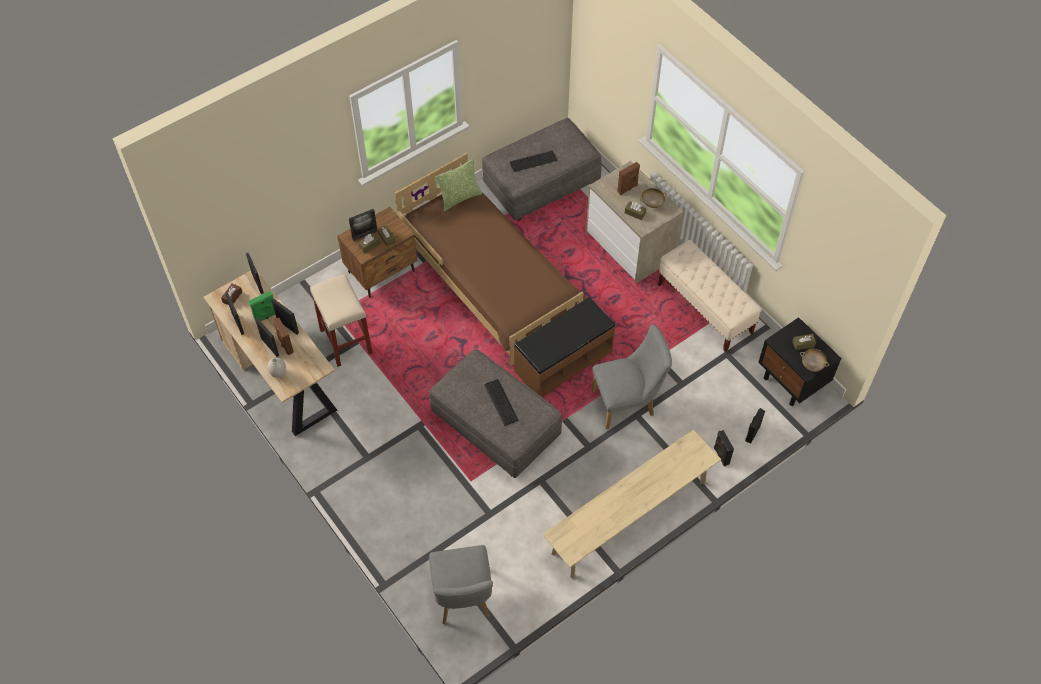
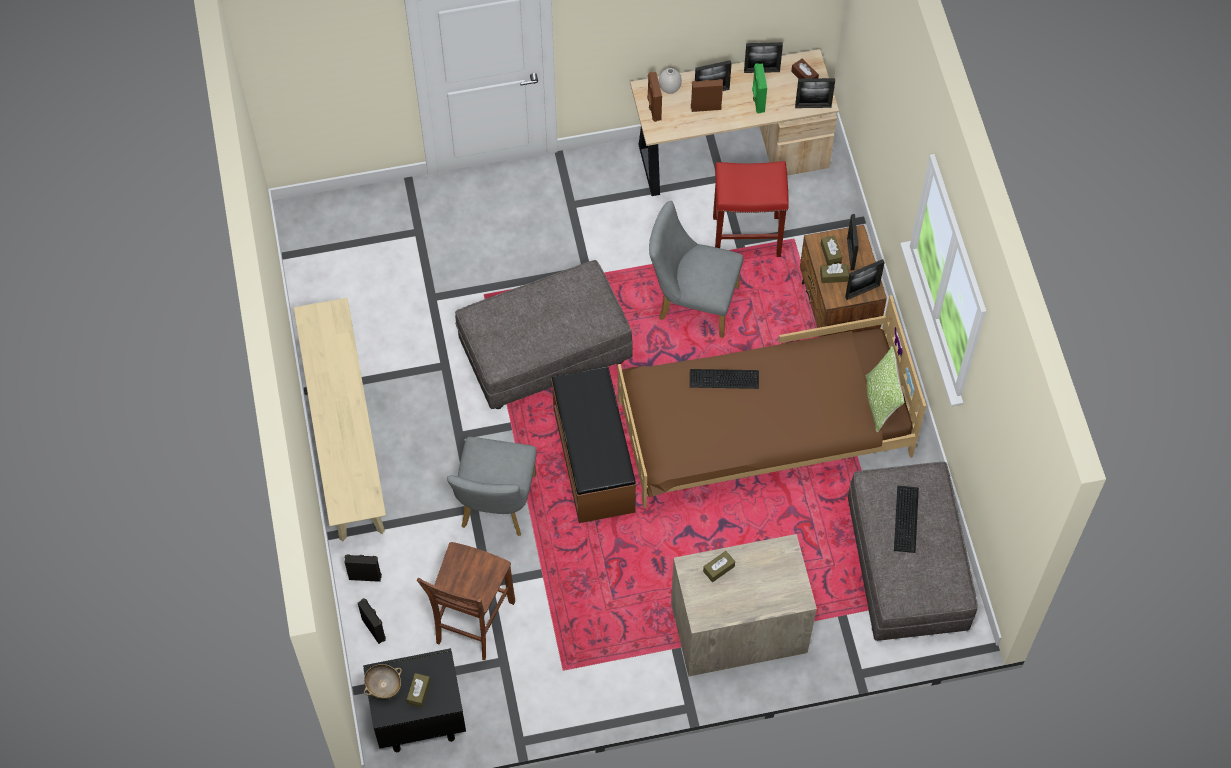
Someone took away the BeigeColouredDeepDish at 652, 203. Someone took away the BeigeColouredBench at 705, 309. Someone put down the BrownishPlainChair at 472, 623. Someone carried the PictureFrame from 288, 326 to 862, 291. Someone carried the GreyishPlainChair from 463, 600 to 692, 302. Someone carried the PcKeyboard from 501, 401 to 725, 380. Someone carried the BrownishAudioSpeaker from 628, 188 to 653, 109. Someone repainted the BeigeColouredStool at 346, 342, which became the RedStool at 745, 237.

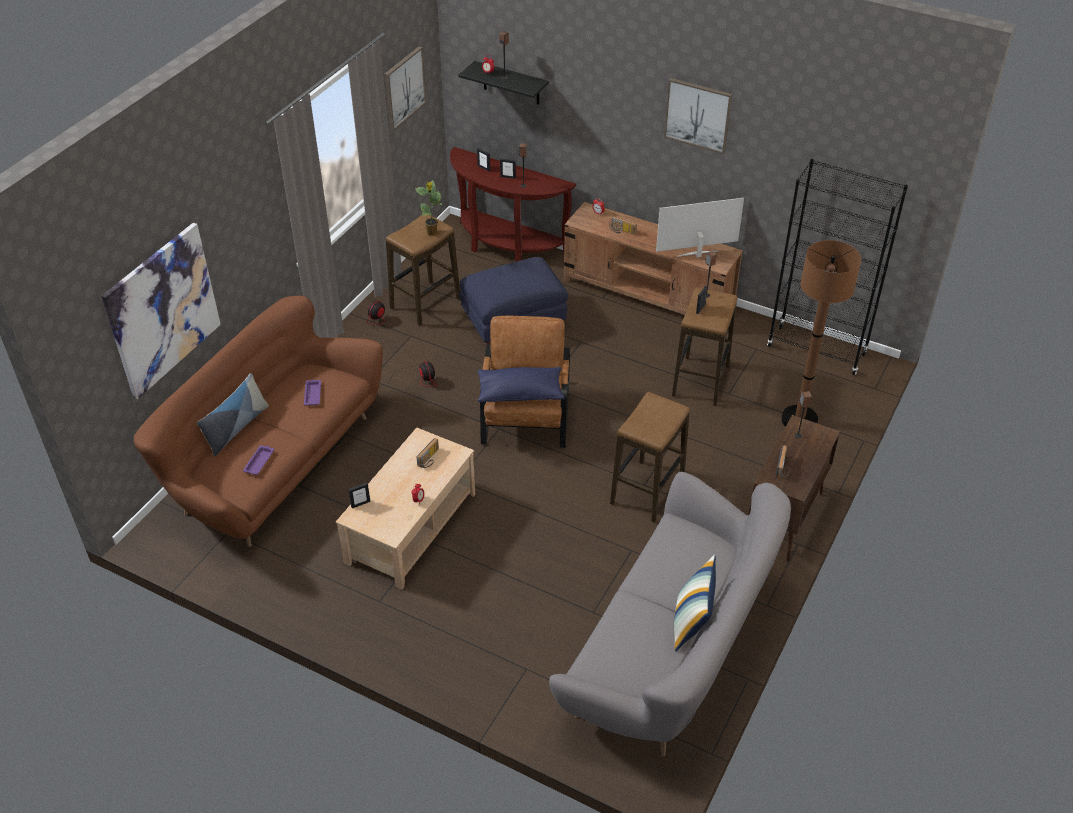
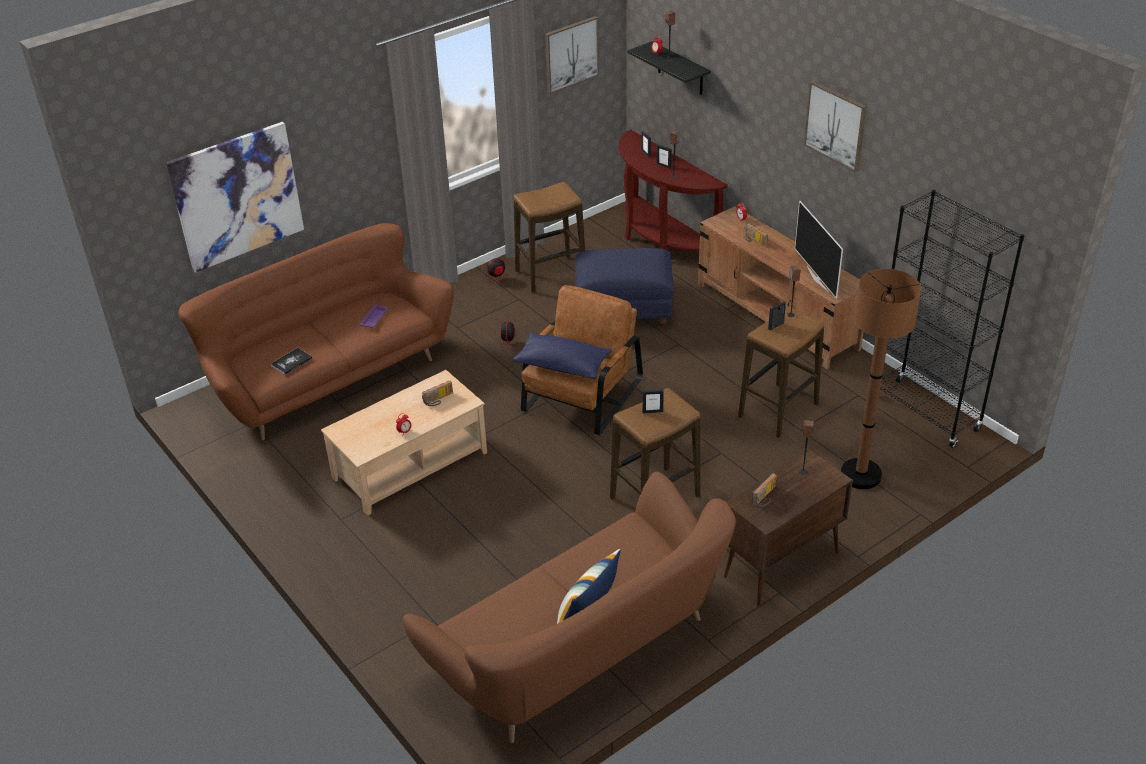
Someone took away the ThrowPillow at 236, 428. Someone took away the PlantInAPot at 432, 233. Someone carried the PictureFrame from 360, 504 to 652, 411. Someone swapped the PurplishServingTray at 259, 461 for the Volume at 291, 362. Someone repainted the GreyishSettee at 672, 651, which became the BrownishSettee at 582, 651. Someone rotated the Tv at 697, 254 by 120 degrees counterclockwise.

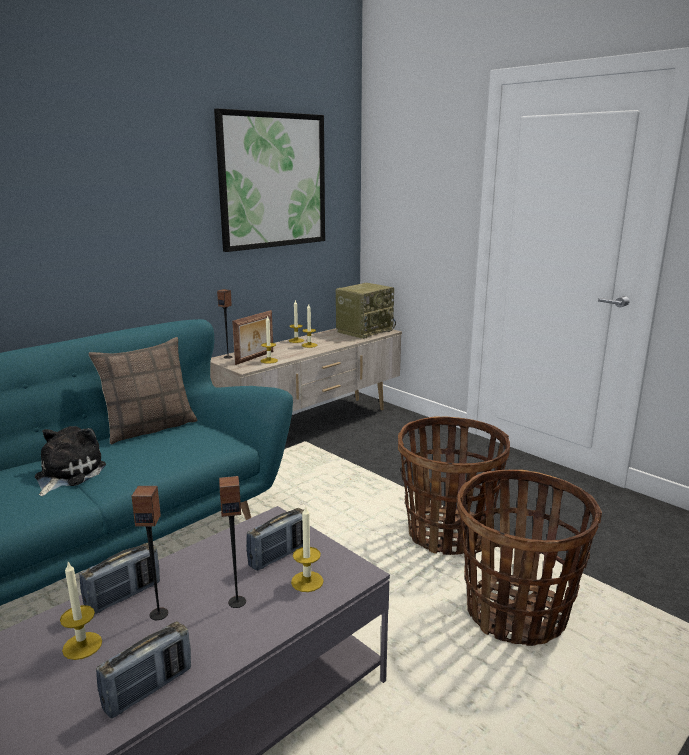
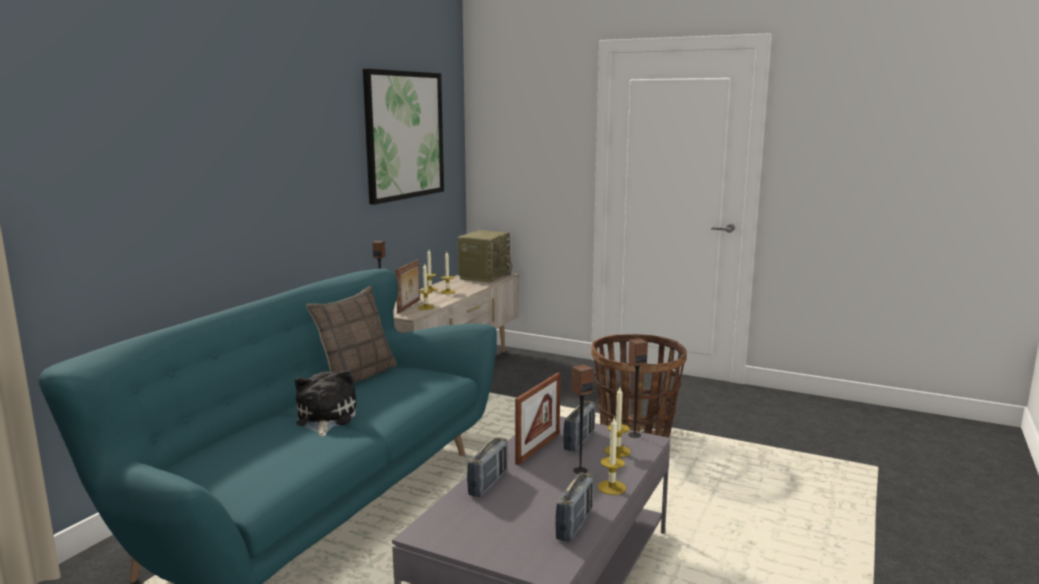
Someone took away the Basket at 516, 613. Someone put down the PictureFrame at 538, 448. Someone carried the WaxLight from 82, 646 to 611, 487. Someone carried the AudioSpeaker from 159, 613 to 634, 435.

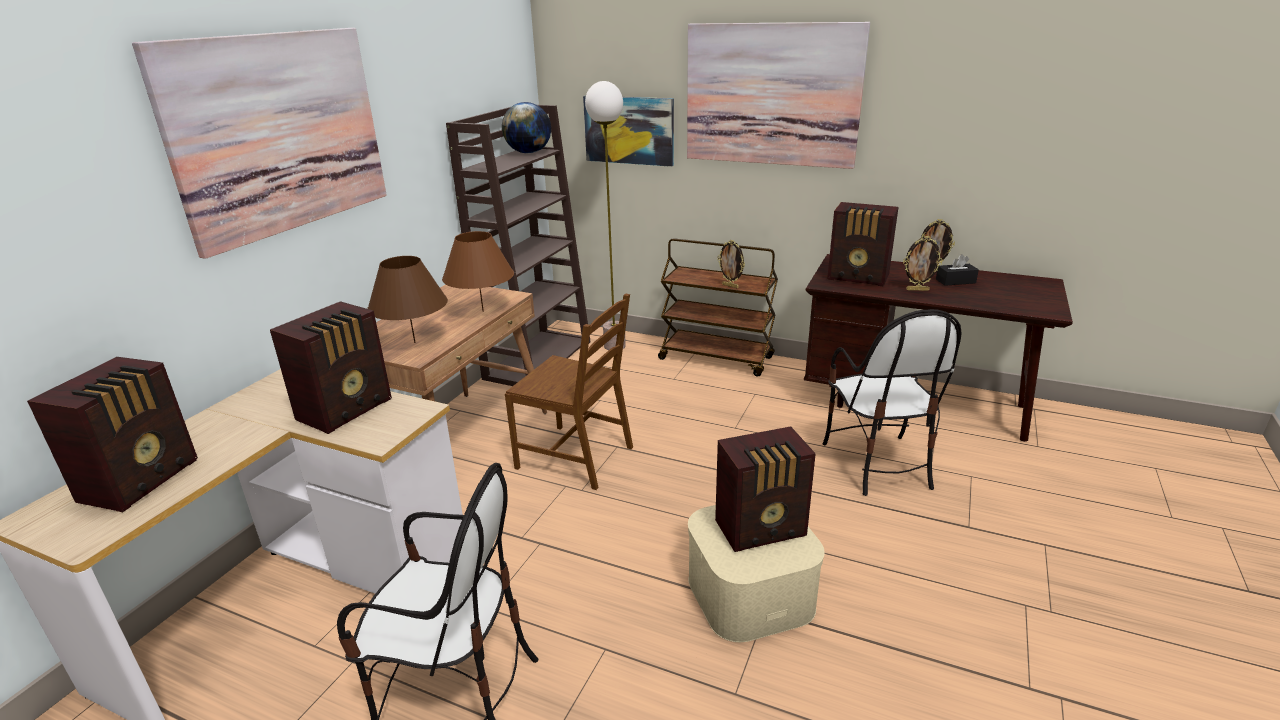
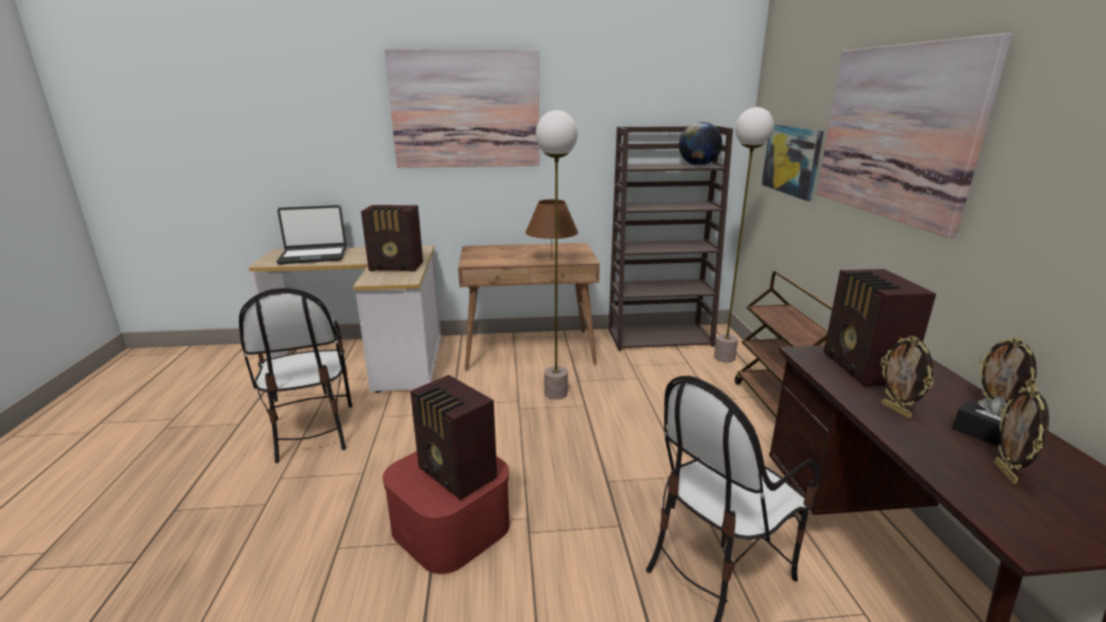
Someone took away the BrownishTabletopLamp at 415, 342. Someone carried the PictureFrame from 730, 286 to 1006, 473. Someone swapped the RadioSet at 143, 480 for the PortableComputer at 313, 256. Someone swapped the BrownishPlainChair at 576, 457 for the FloorLamp at 555, 393. Someone repainted the BeigeColouredStorageBin at 750, 592, which became the RedStorageBin at 451, 526.

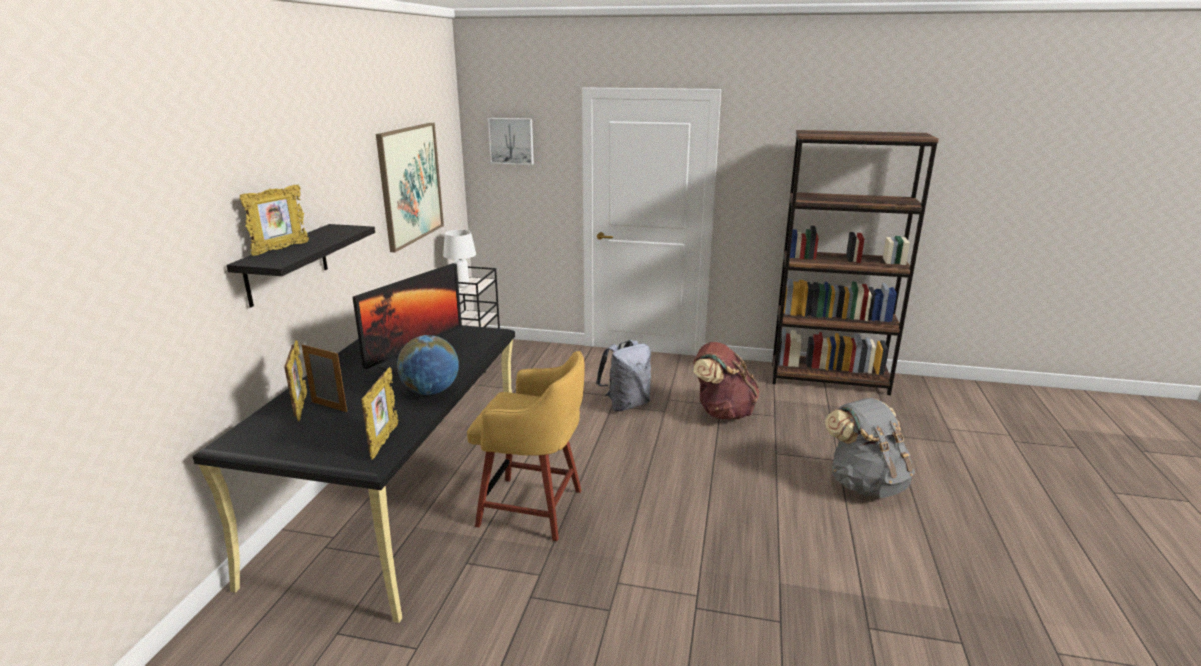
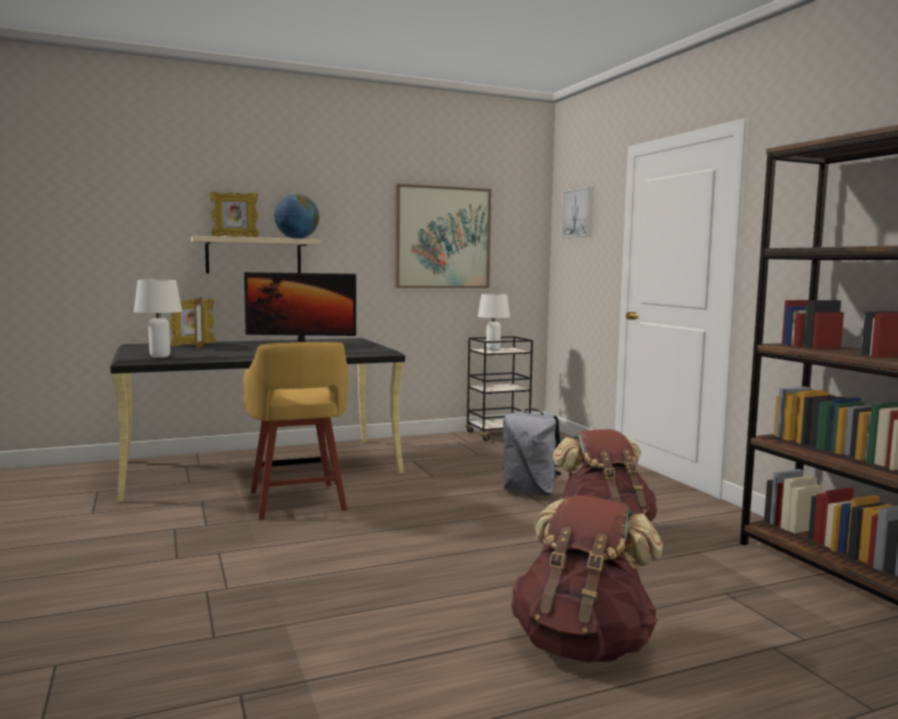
Someone carried the DeskGlobe from 431, 391 to 297, 238. Someone swapped the PictureFrame at 384, 441 for the WhitishTabletopLamp at 160, 356. Someone repainted the BlackWallShelf at 287, 264, which became the BeigeColouredWallShelf at 254, 256. Someone repainted the GreyishRucksack at 865, 483, which became the BrownishRucksack at 582, 644.

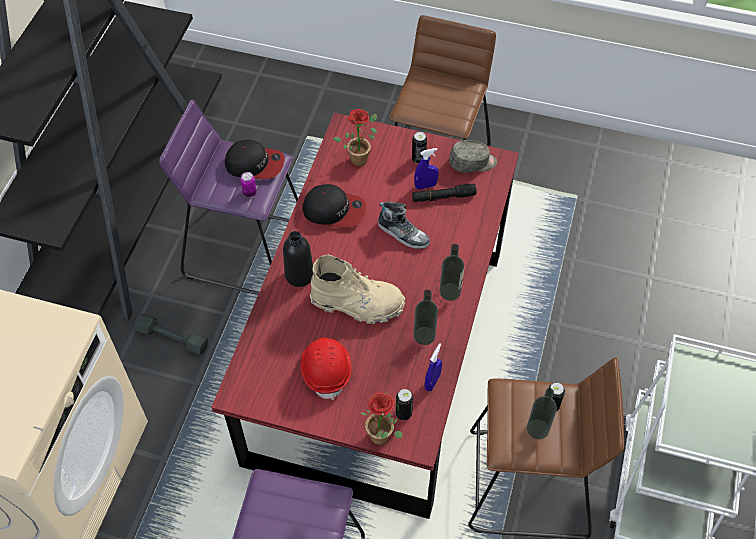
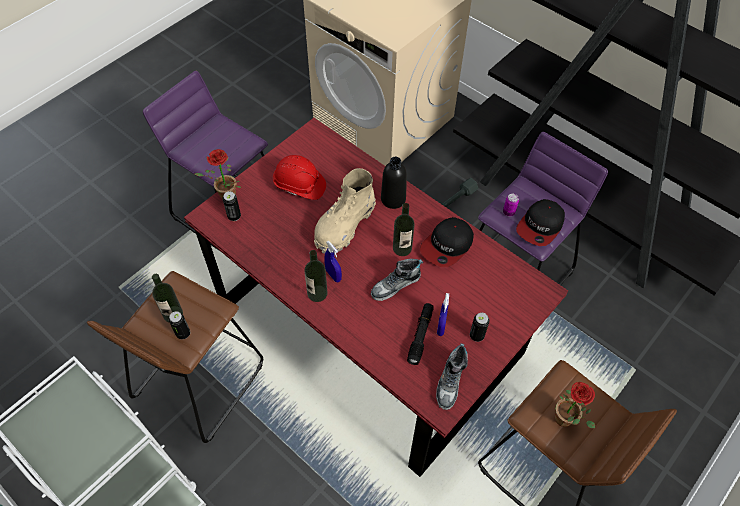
Someone carried the PlantInAPot from 360, 157 to 566, 421. Someone carried the DrinkBottle from 424, 335 to 402, 248. Someone carried the BluishSprayer from 432, 382 to 333, 275. Someone swapped the GreyishCap at 473, 163 for the Shoe at 450, 382.

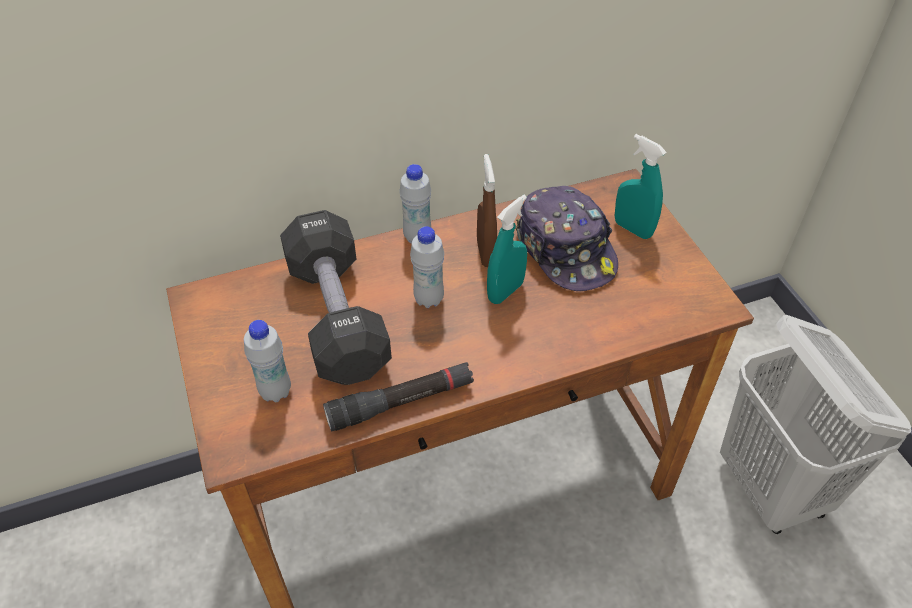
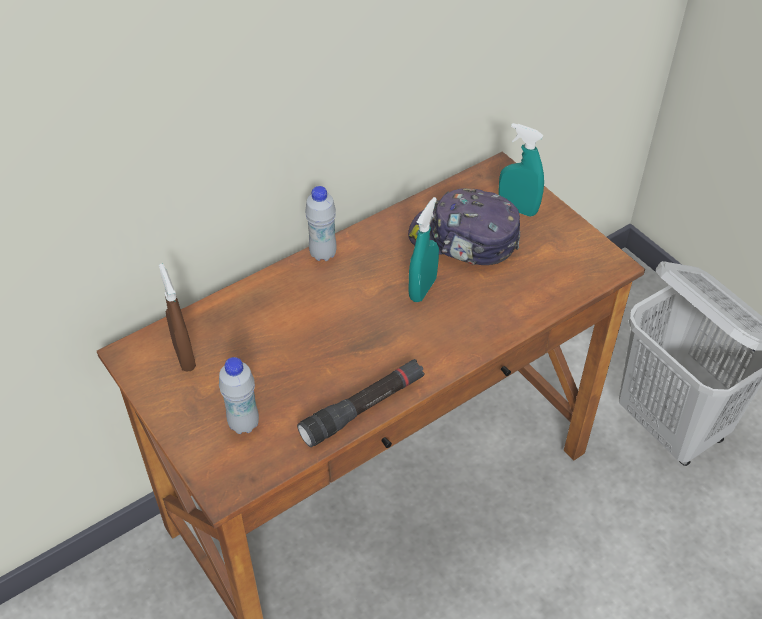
Someone took away the BlackDumbbell at 337, 317. Someone took away the WhitishDrinkBottle at 428, 299. Someone carried the BrownishSprayer from 486, 253 to 184, 356. Someone rotated the Cap at 566, 250 by 150 degrees clockwise.

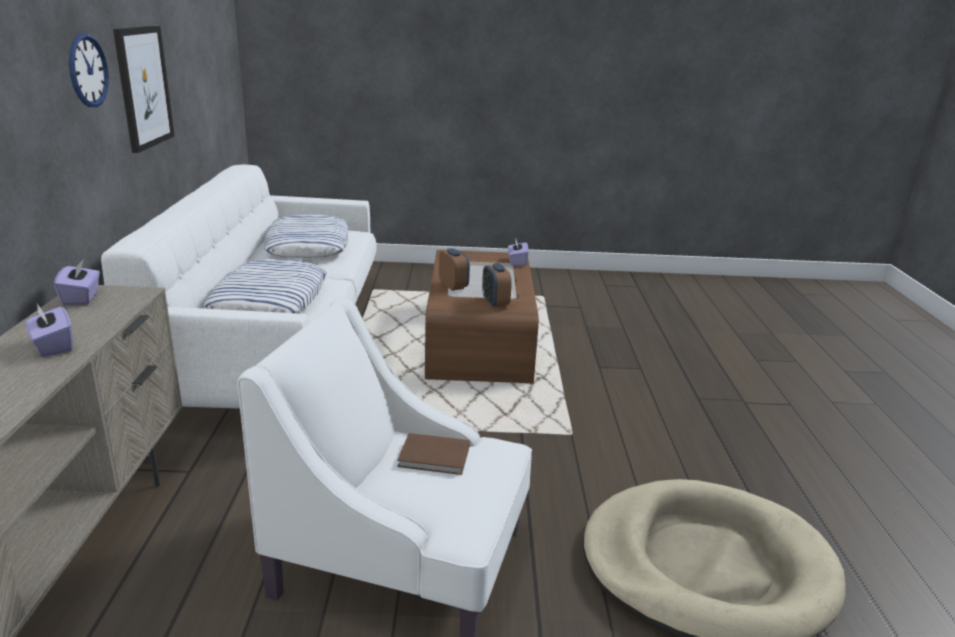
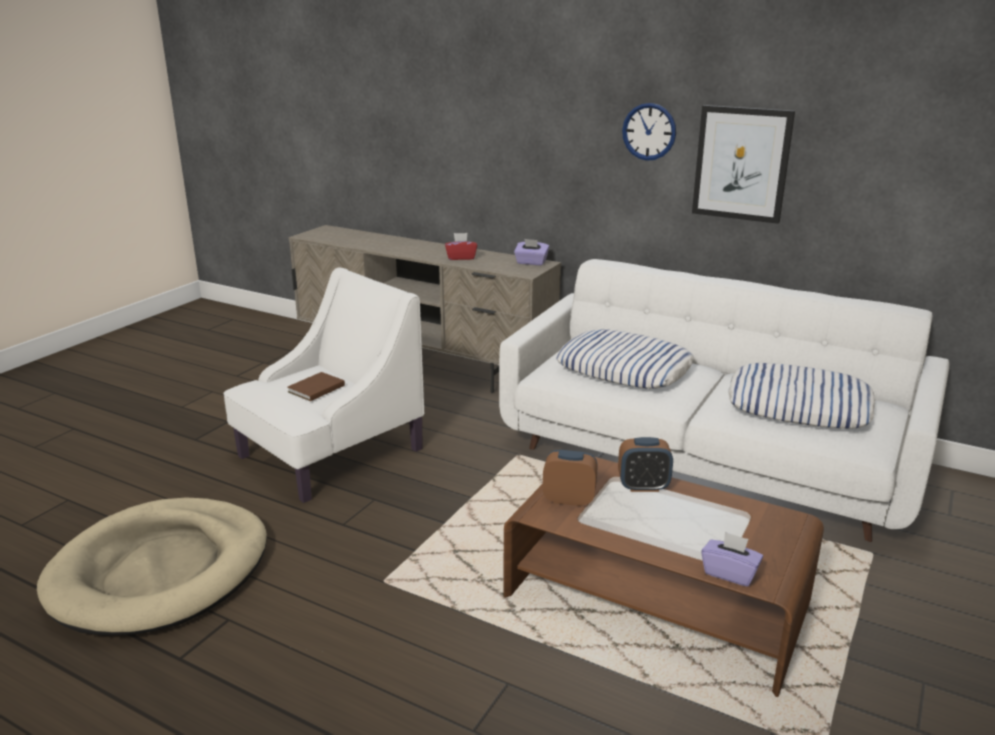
Someone repainted the PurplishBoxOfTissues at 53, 346, which became the RedBoxOfTissues at 461, 257.

